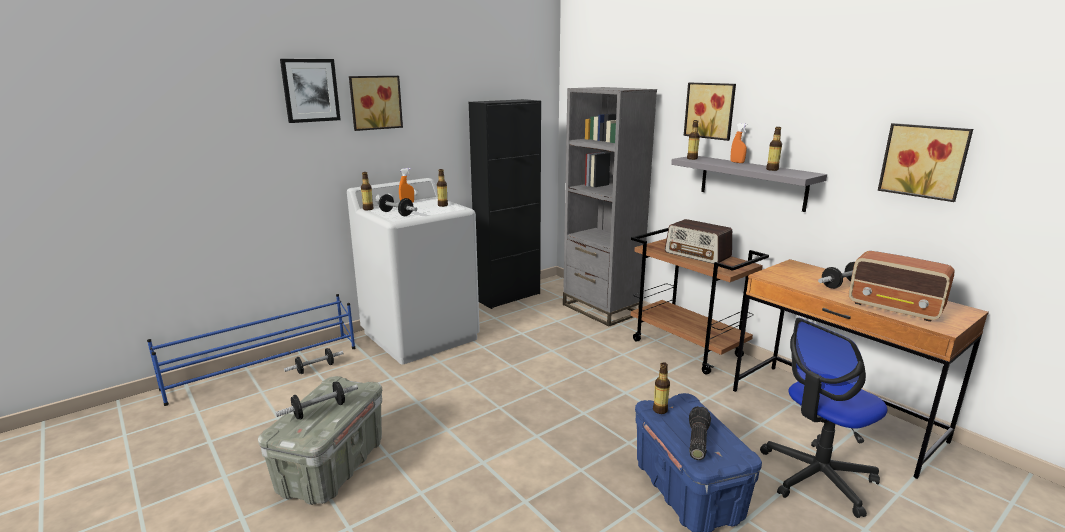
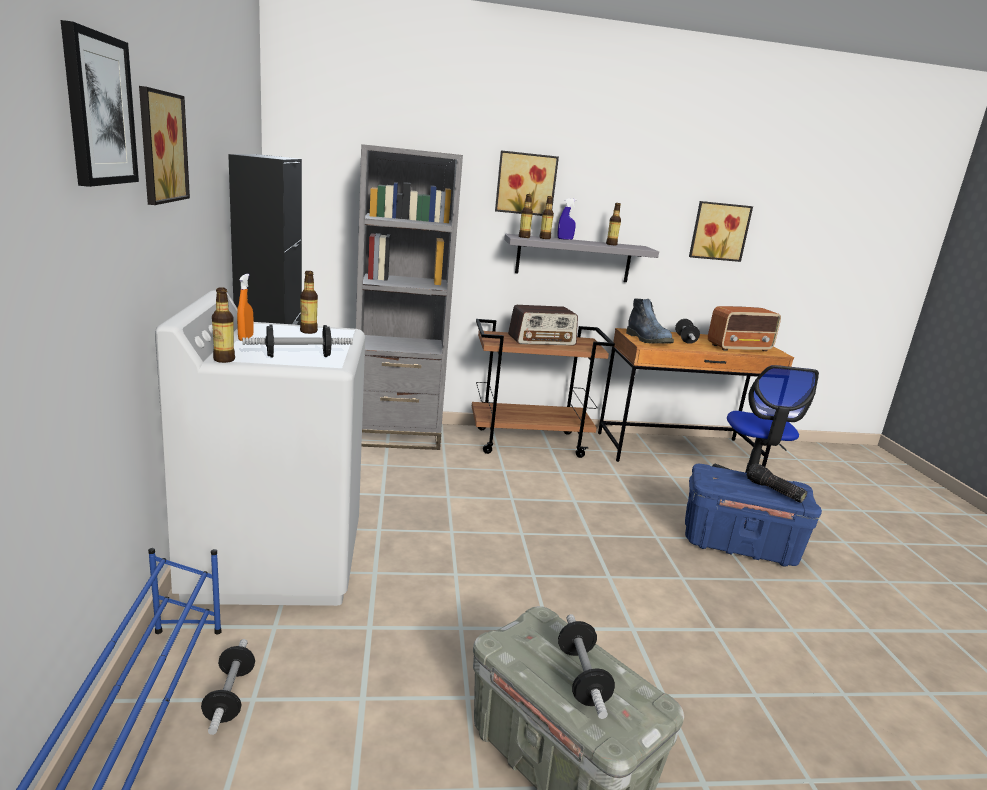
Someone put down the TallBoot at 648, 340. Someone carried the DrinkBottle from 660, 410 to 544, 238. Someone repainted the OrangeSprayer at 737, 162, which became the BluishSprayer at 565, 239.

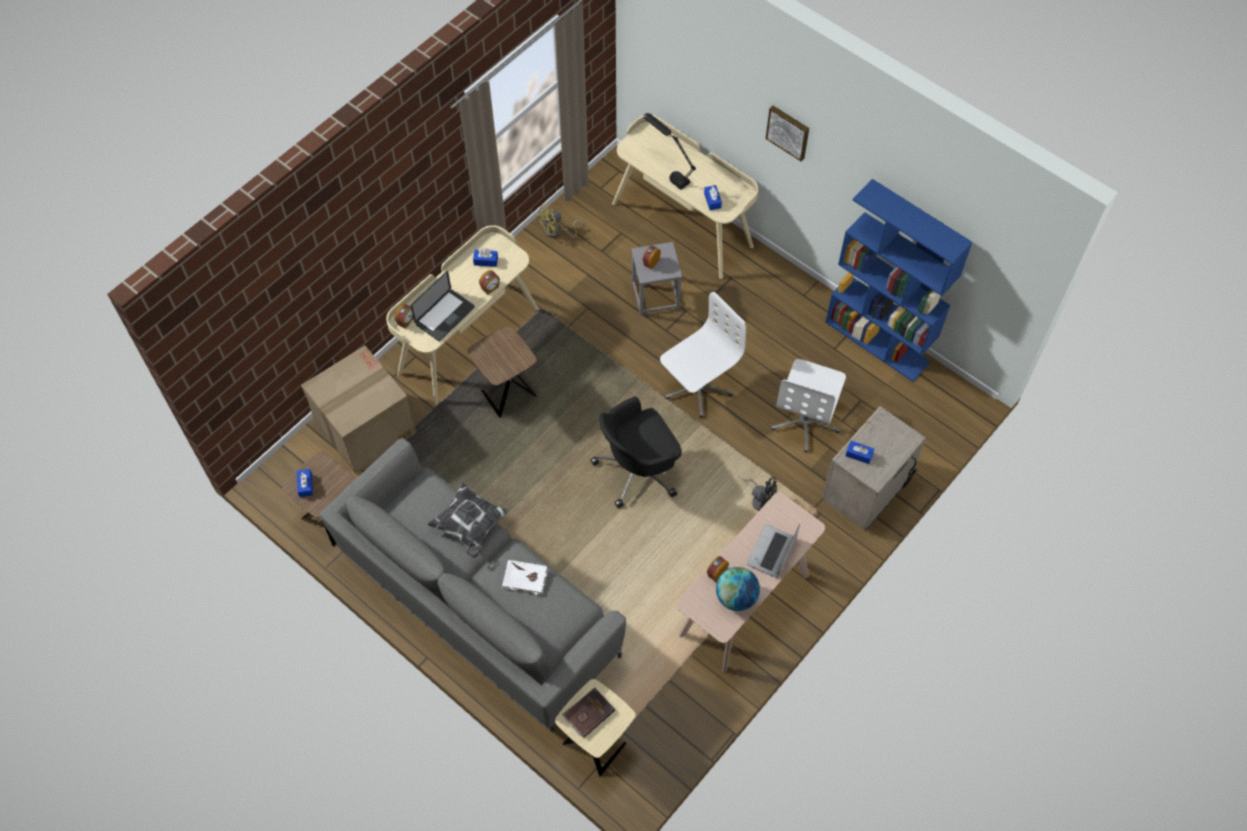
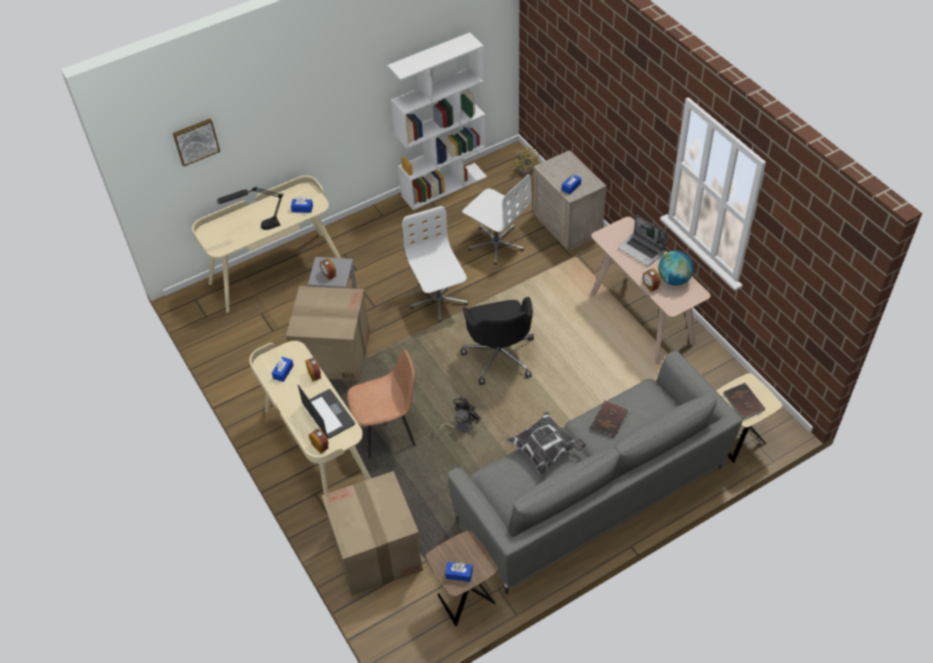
Someone put down the Carton at 333, 354. Someone carried the YellowColouredFan from 556, 232 to 526, 167. Someone carried the BlackFan from 759, 499 to 459, 426. Someone carried the WallArt from 788, 132 to 195, 141. Someone swapped the BrownishAccentTable at 507, 393 for the BrownishPlainChair at 387, 430. Someone repainted the WhitishVolume at 525, 578, which became the BrownishVolume at 610, 420. Someone repainted the BluishShelvingUnit at 878, 342, which became the WhitishShelvingUnit at 444, 186.

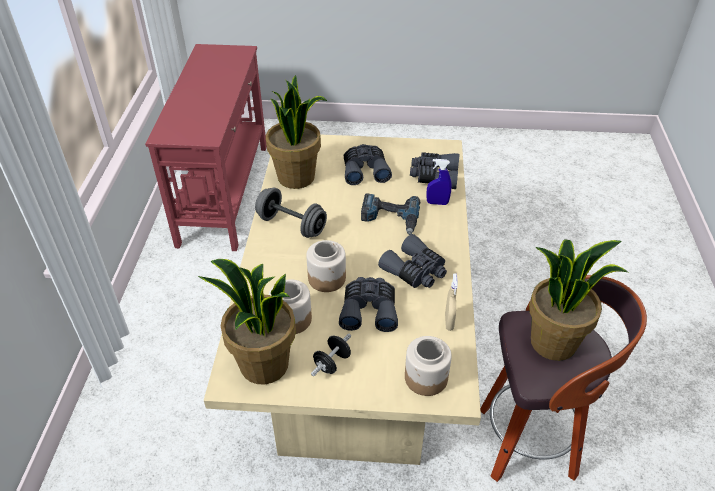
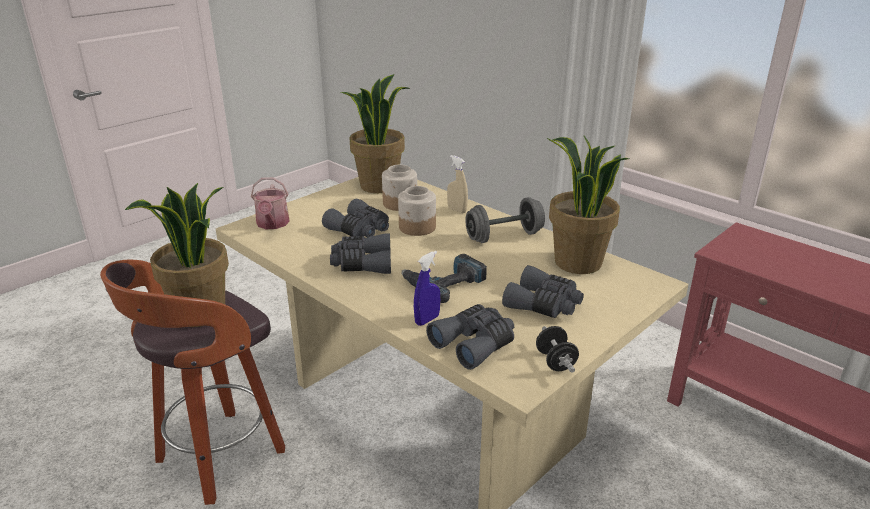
Someone carried the BlackDumbbell from 332, 363 to 555, 362. Someone carried the BeigeColouredSprayer from 449, 322 to 457, 210. Someone swapped the StorageJar at 426, 378 for the WateringPot at 272, 224.

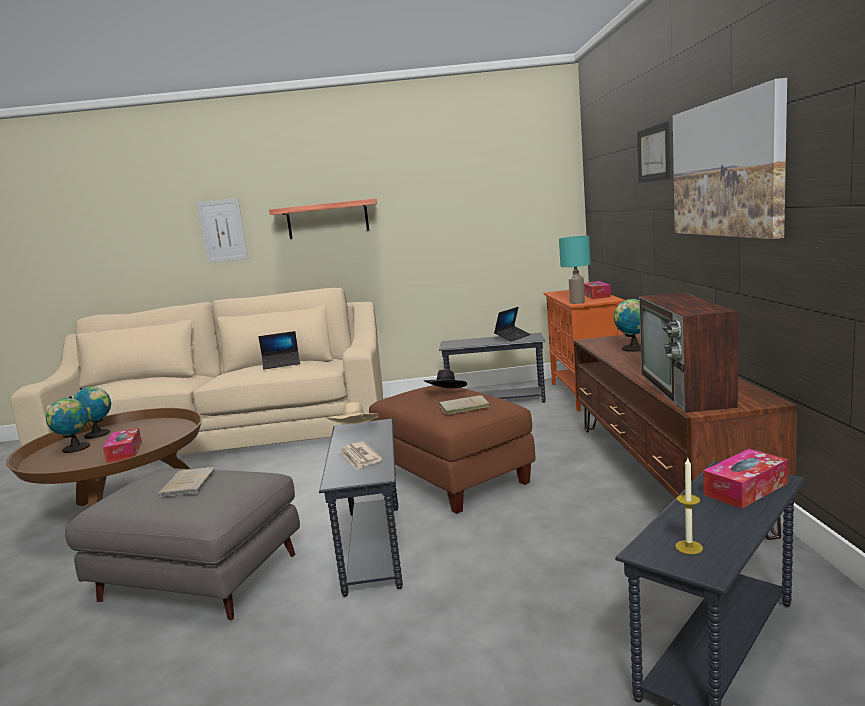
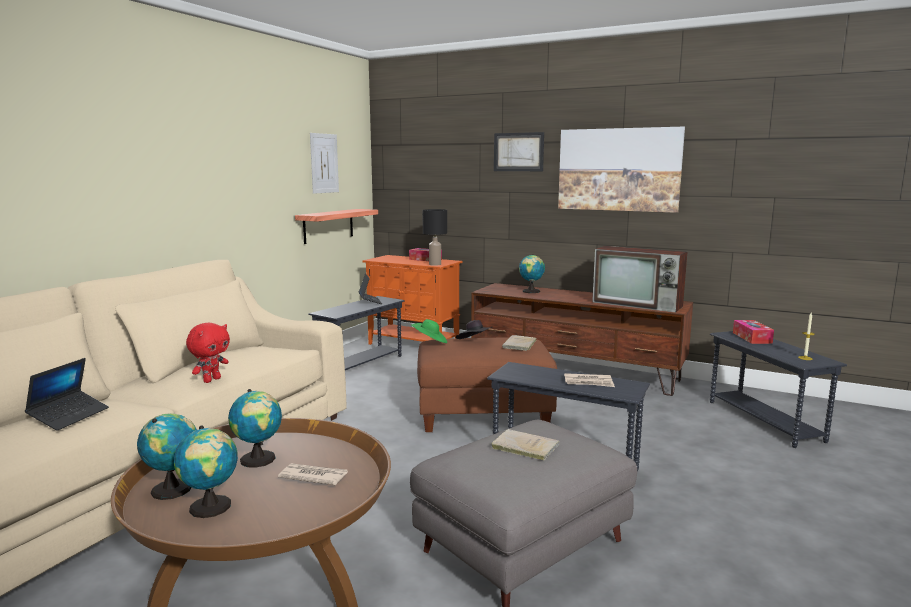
Someone took away the BeigeColouredClothingHat at 355, 430. Someone put down the RedCuddlyToy at 211, 380. Someone put down the DeskGlobe at 259, 460. Someone put down the GreenishClothingHat at 430, 342. Someone carried the WallArt from 222, 230 to 324, 163. Someone carried the PortableComputer from 281, 364 to 69, 416. Someone carried the WallShelf from 327, 219 to 328, 225. Someone swapped the BoxOfTissues at 124, 452 for the DailyPaper at 313, 476. Someone repainted the TurquoiseColouredTabletopLamp at 577, 302, which became the BlackTabletopLamp at 435, 264.

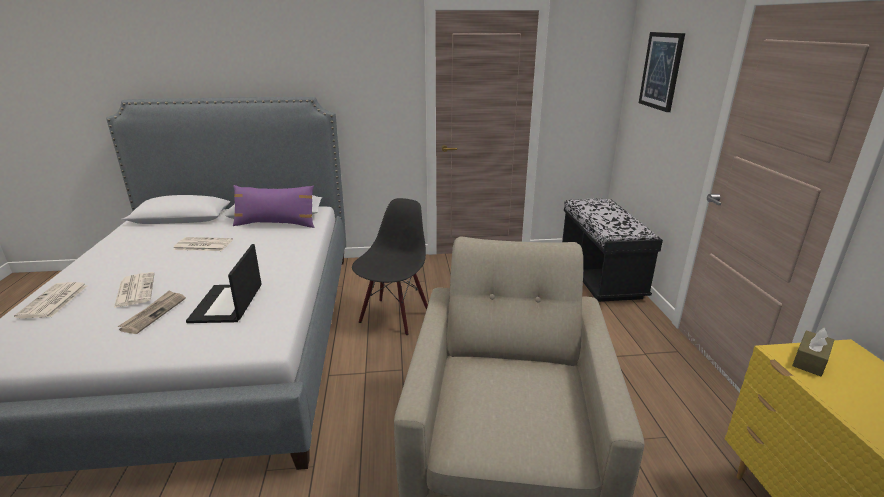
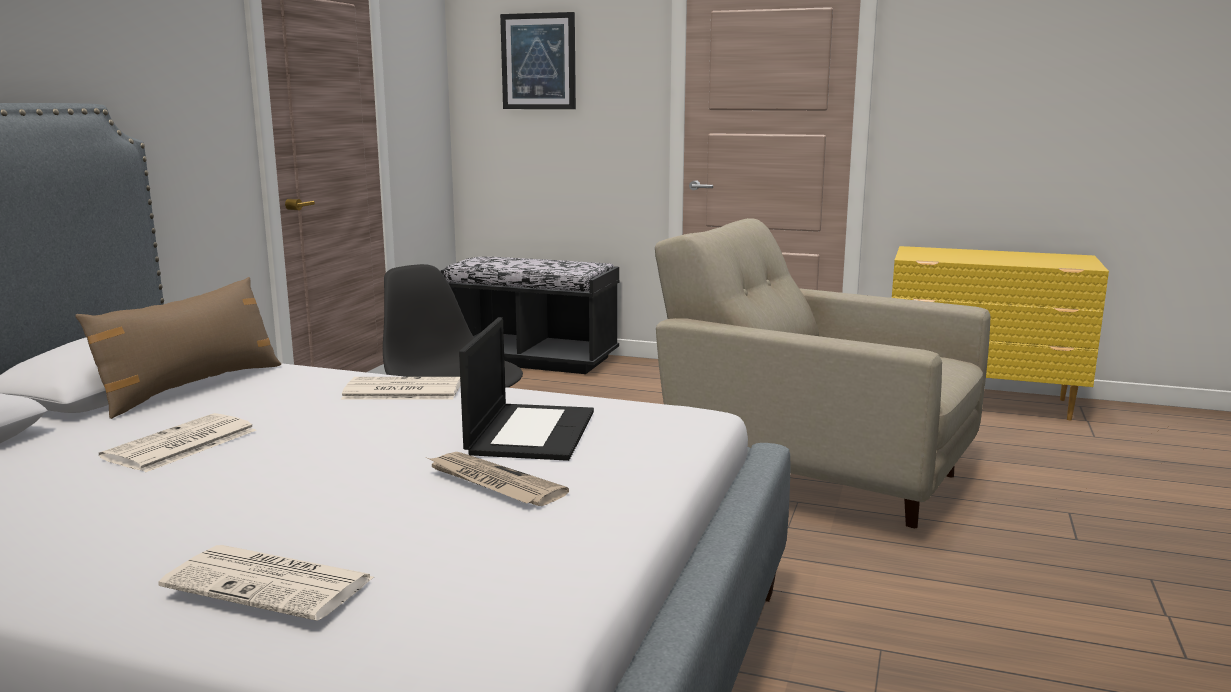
Someone took away the BrownishBoxOfTissues at 810, 360. Someone carried the DailyPaper from 135, 290 to 401, 391. Someone repainted the PurplishThrowPillow at 276, 224, which became the BrownishThrowPillow at 191, 387. Someone rotated the PortableComputer at 227, 304 by 105 degrees counterclockwise.

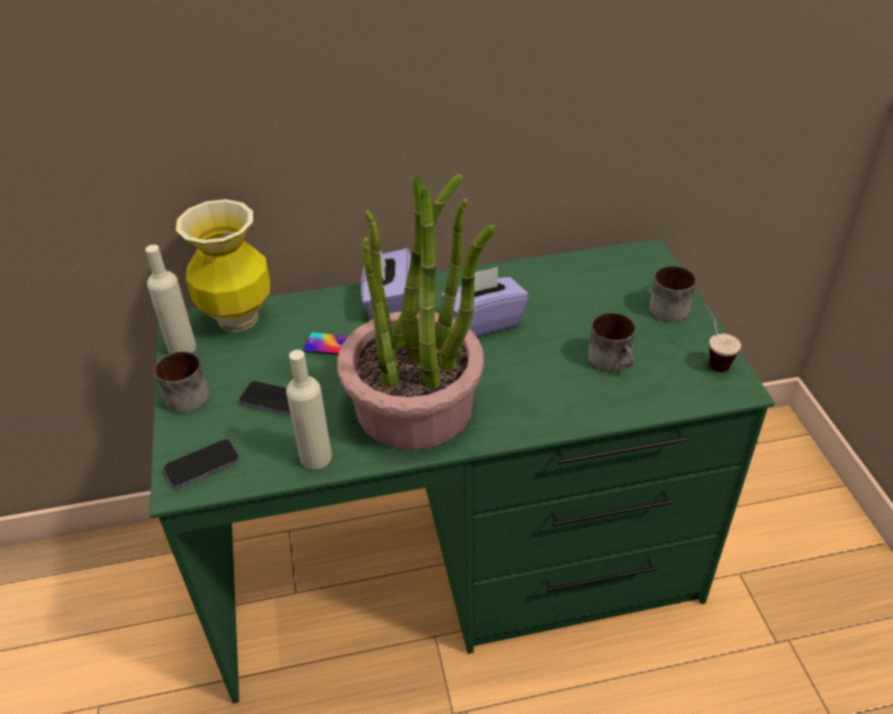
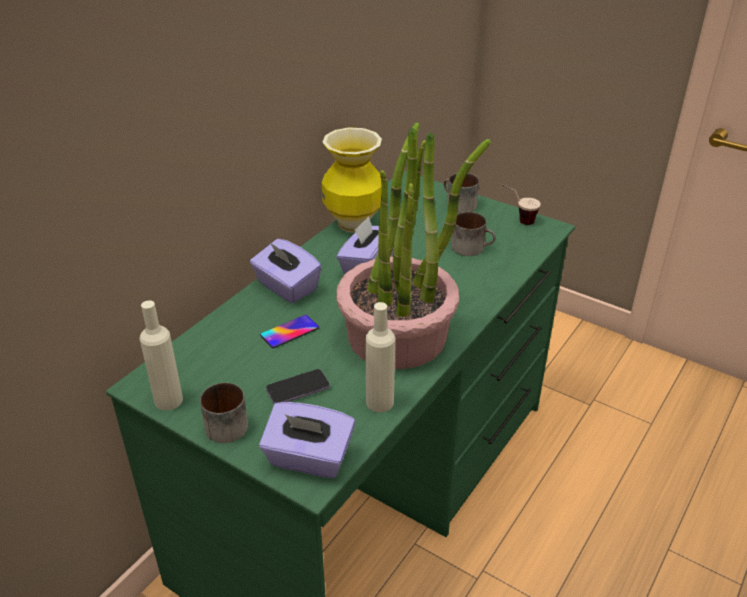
Someone carried the DecorativeVase from 237, 319 to 353, 224. Someone swapped the Phone at 202, 465 for the PurplishBoxOfTissues at 308, 459.

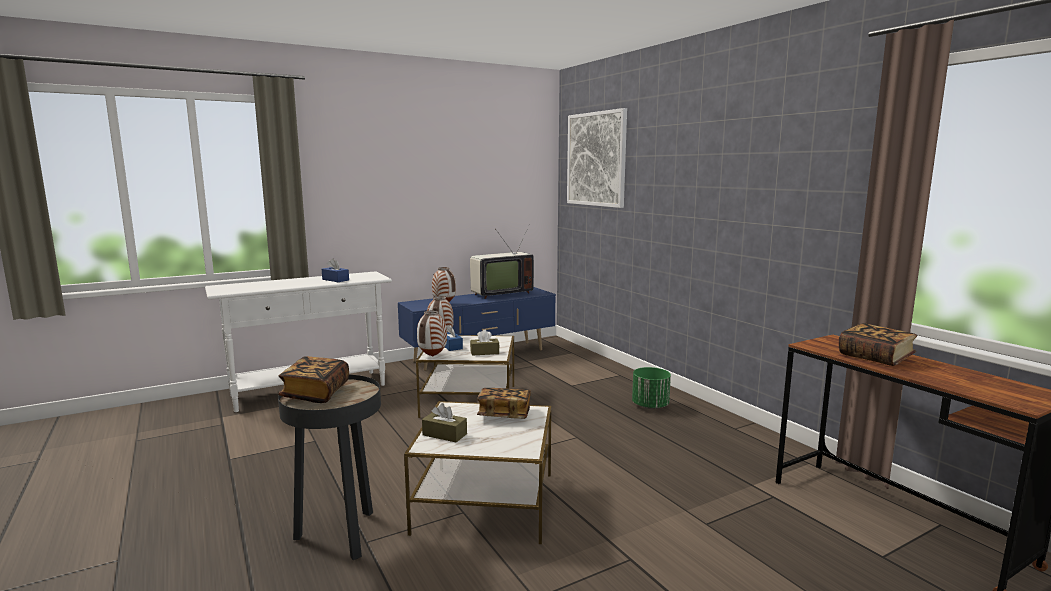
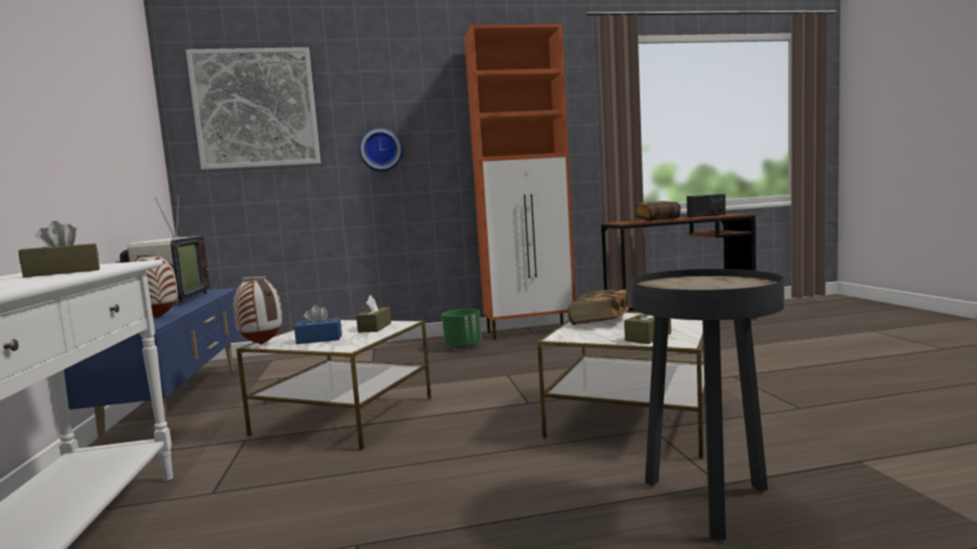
Someone took away the Volume at 316, 393. Someone took away the DecorativeVase at 432, 356. Someone put up the ClockOnTheWall at 380, 150. Someone put down the OrangeCupboard at 531, 331. Someone put down the RadioSet at 706, 215. Someone repainted the BluishBoxOfTissues at 335, 280, which became the BrownishBoxOfTissues at 63, 272.

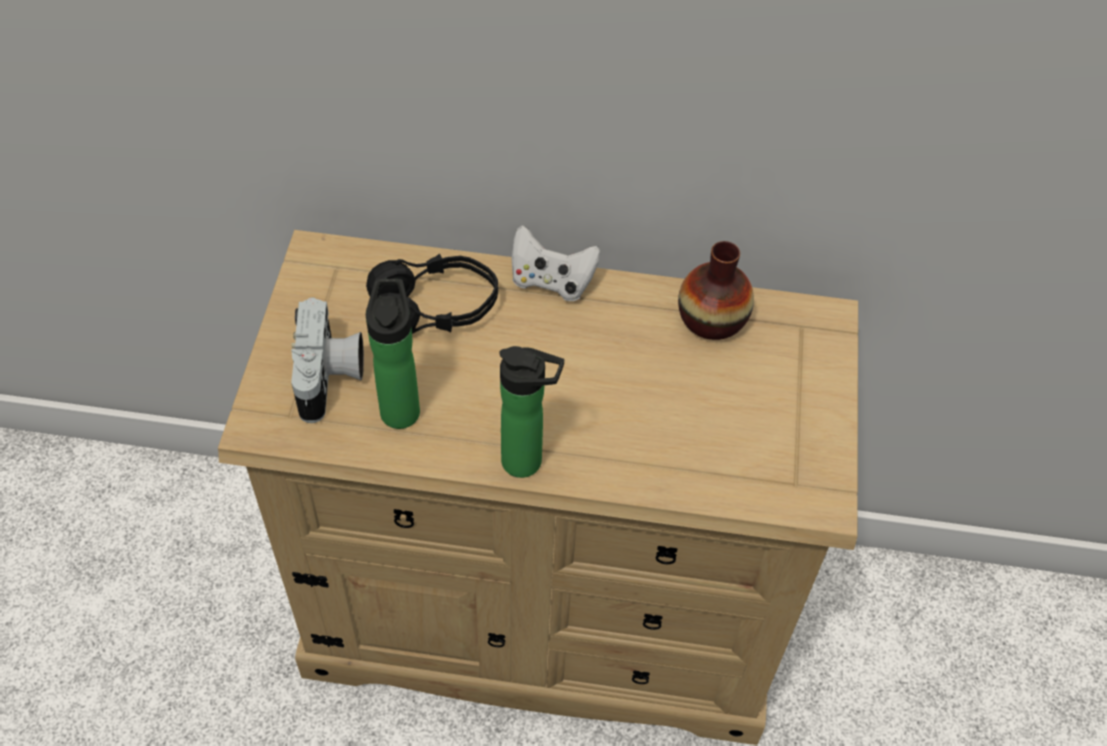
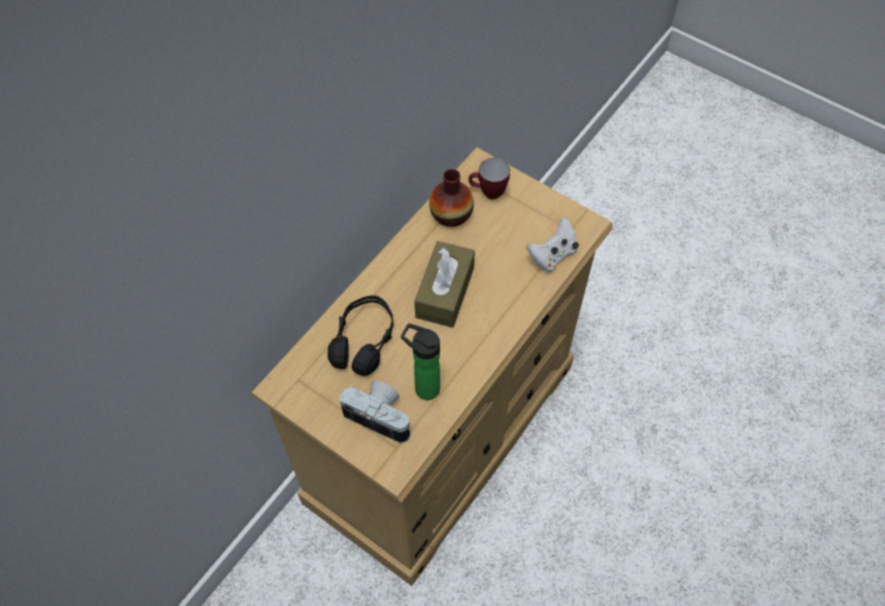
Someone took away the DrinkBottle at 528, 463. Someone put down the BrownishBoxOfTissues at 445, 292. Someone put down the CoffeeMug at 487, 193. Someone carried the WhitishJoypad from 551, 281 to 552, 255.

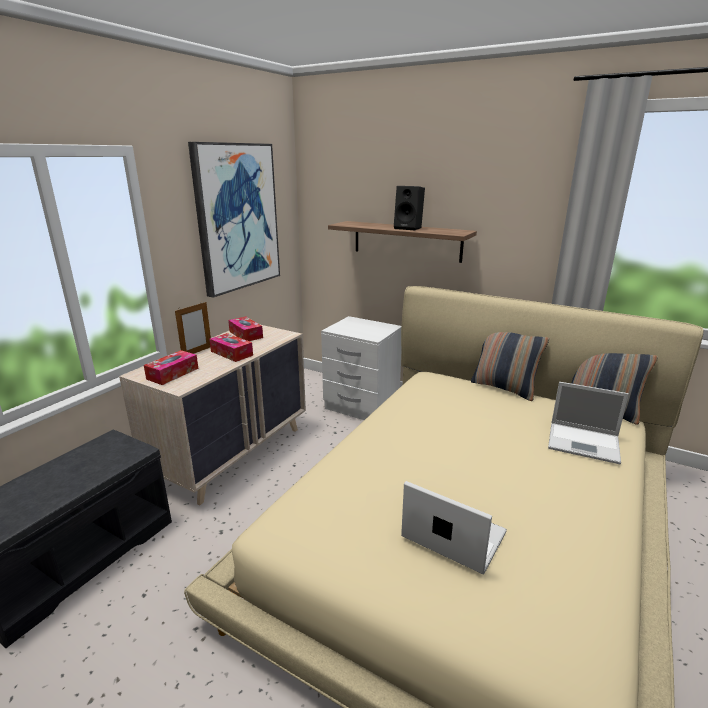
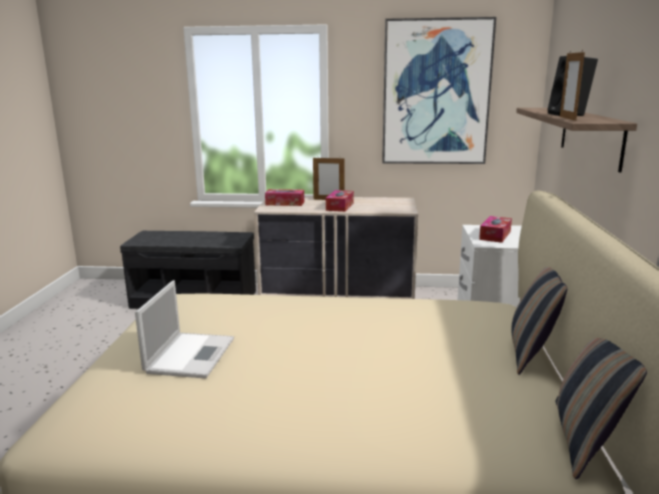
Someone took away the PortableComputer at 585, 443. Someone put down the PictureFrame at 567, 118. Someone carried the BoxOfTissues from 246, 334 to 495, 235.

